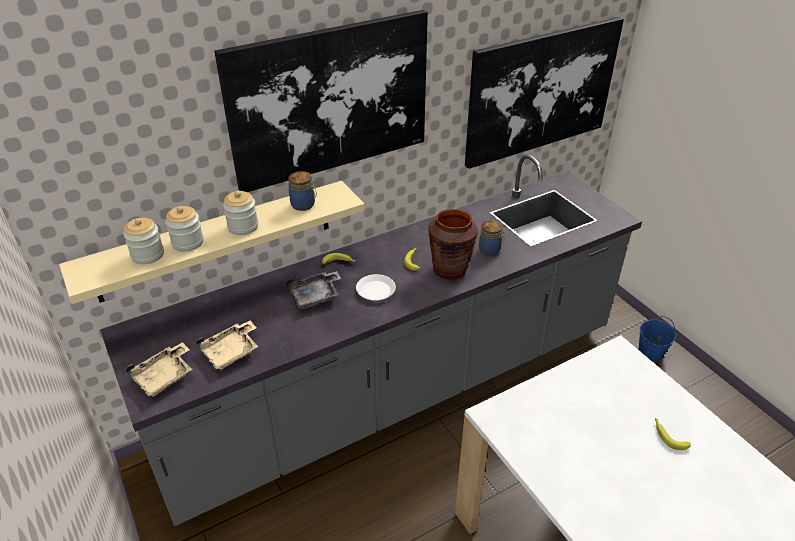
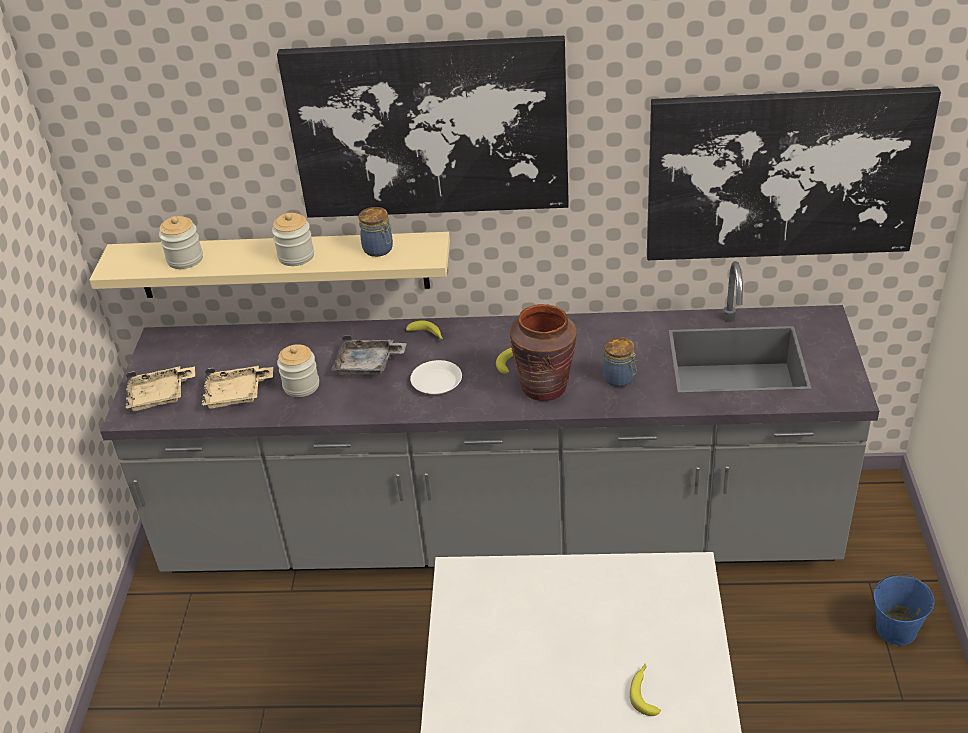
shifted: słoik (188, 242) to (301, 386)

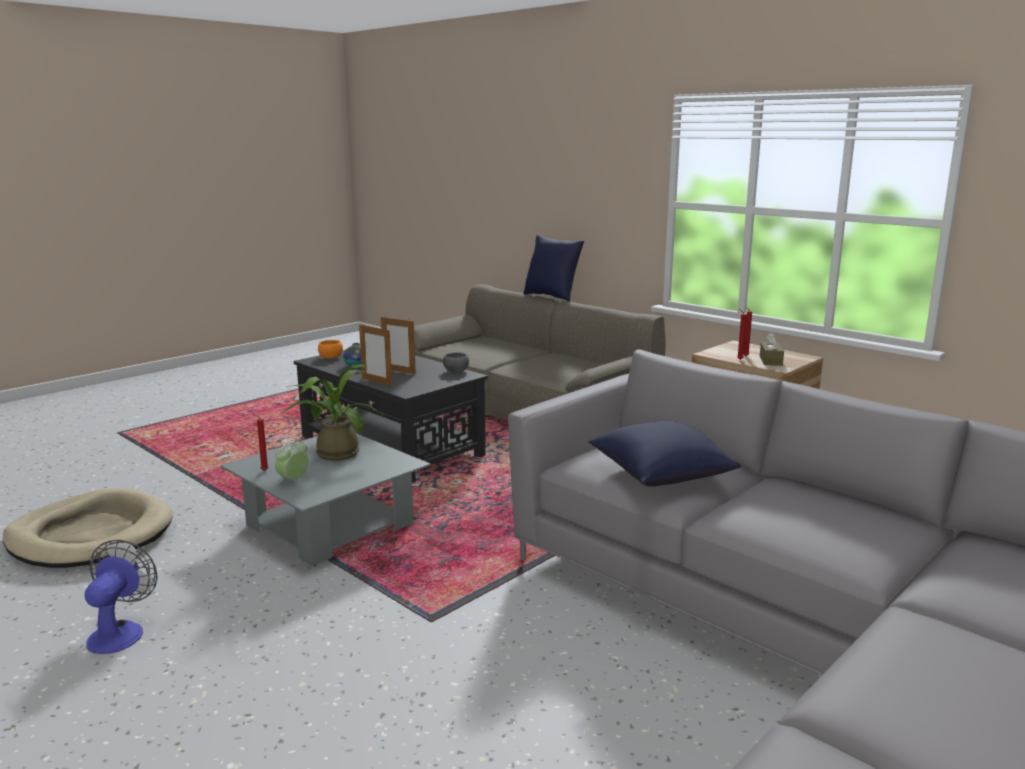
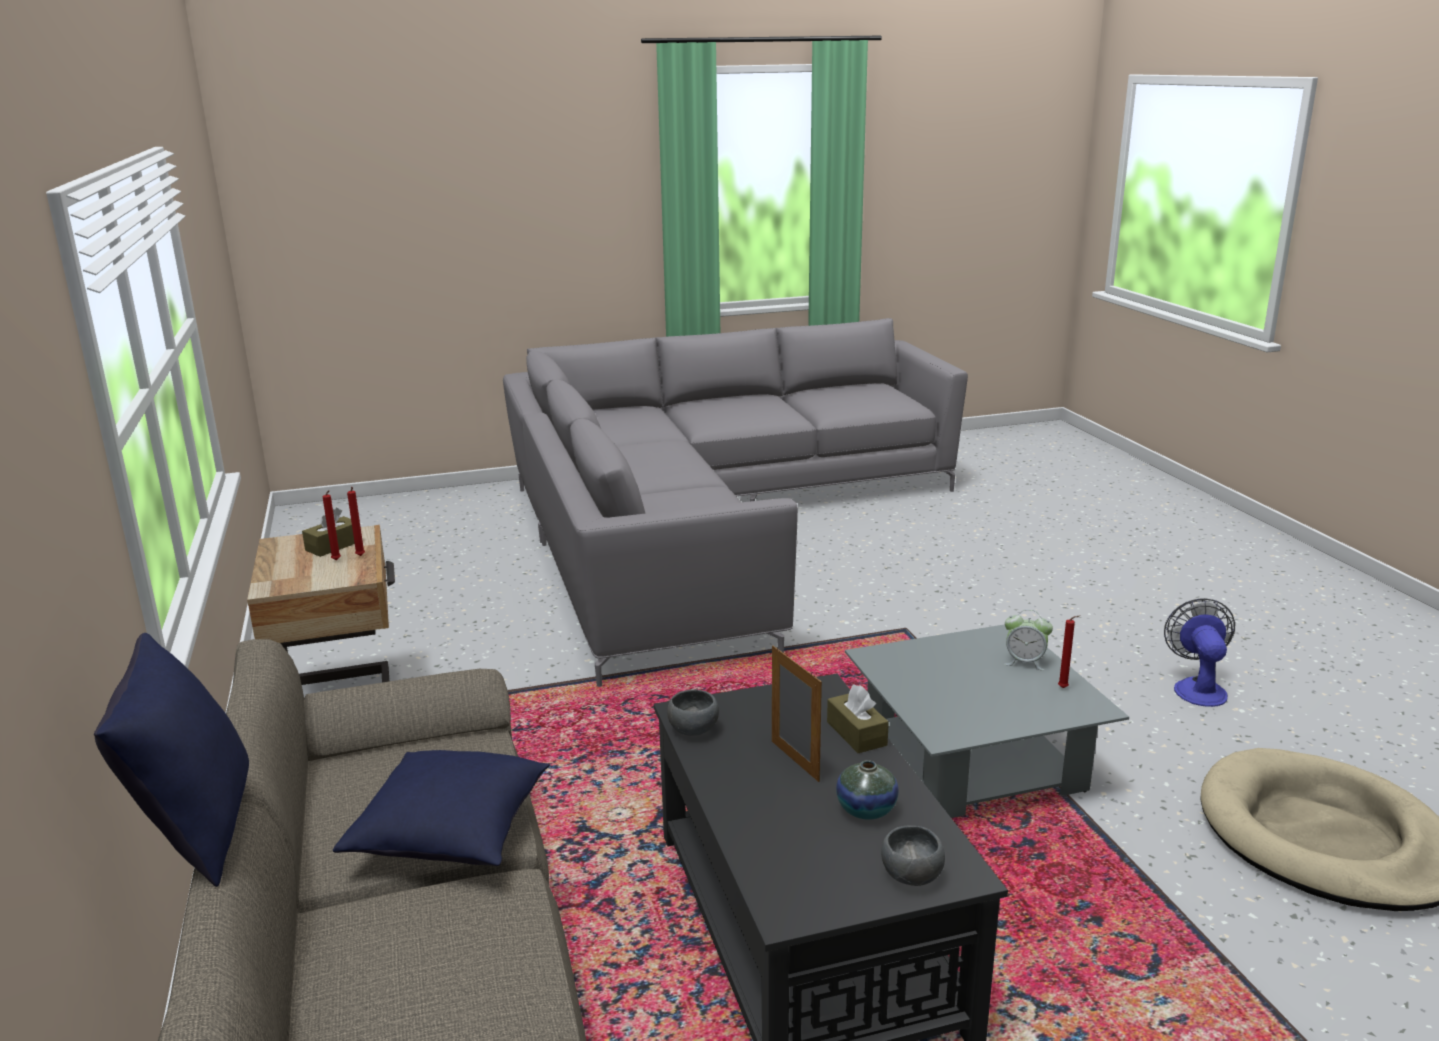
gone: roślina doniczkowa (334, 452)
shifted: poduszka/niebieski (660, 475) to (452, 835)
swapped: ramka na zdjęcie (376, 382) to pudełko chusteczek/brązowy (856, 733)
repainted: miska/pomarańczowy (331, 357) to miska/szary (909, 875)
rotated: budzik (293, 480) = (1025, 662) 45 degrees clockwise; wentylator (120, 632) = (1197, 688) 150 degrees clockwise

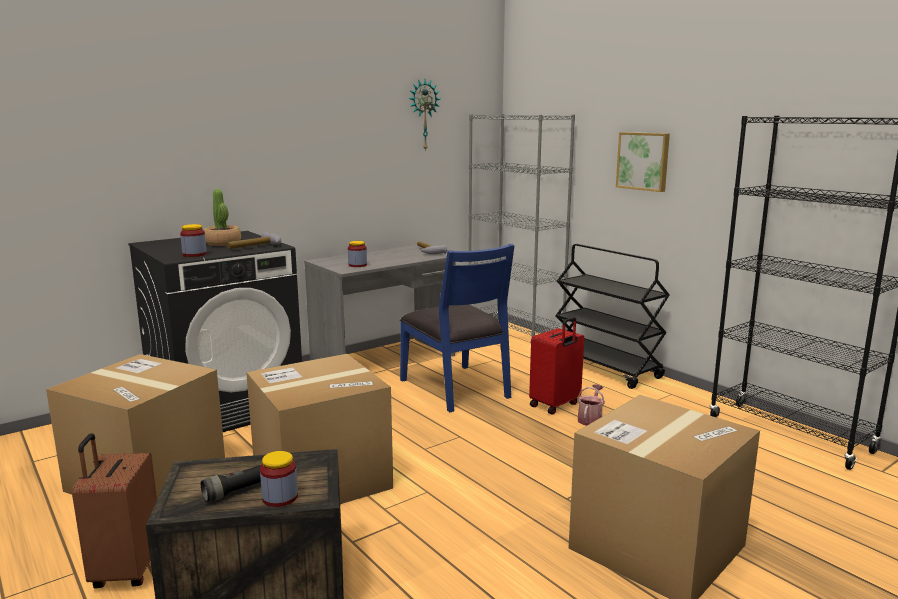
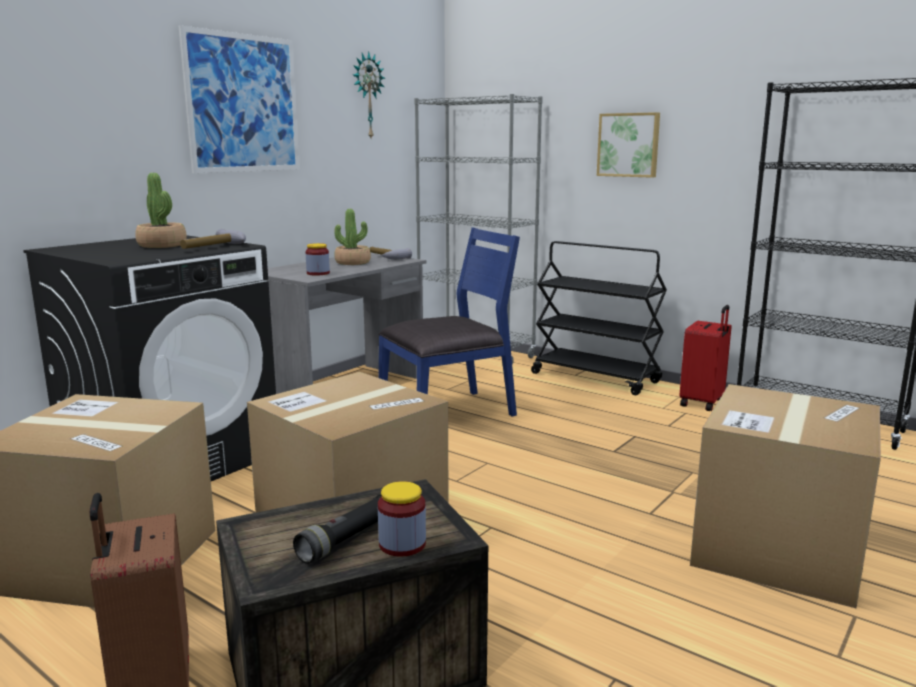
gone: słoik (194, 254); konewka (590, 419)
new: obraz (243, 103); roślina doniczkowa (353, 262)
shifted: walizka/czerwony (555, 405) to (703, 402)
rotated: krzesło/niebieski (456, 388) = (448, 412) 75 degrees counterclockwise

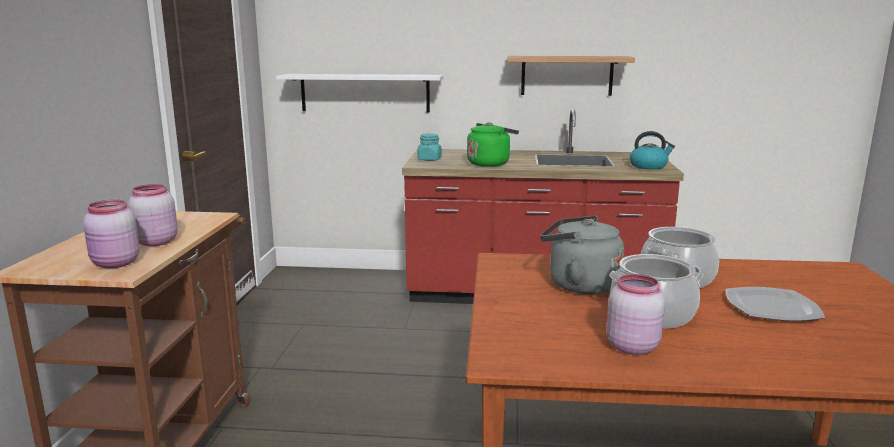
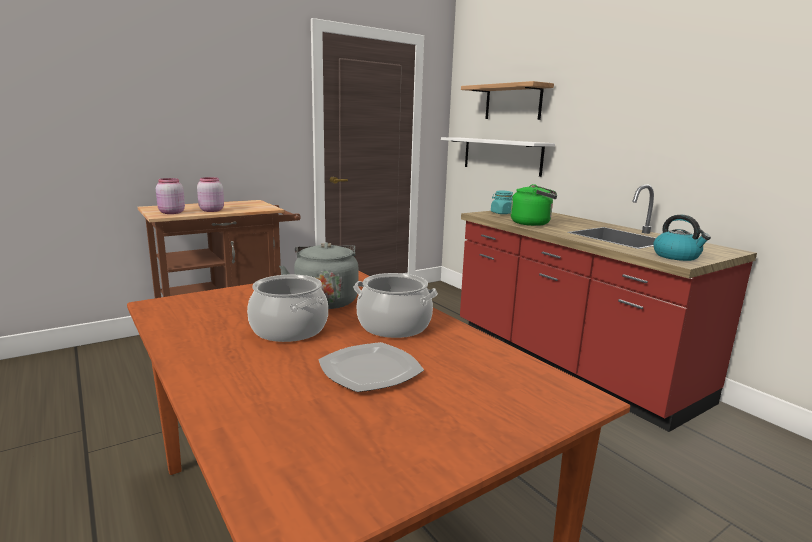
gone: słoik/różowy (631, 346)
shifted: półka (566, 75) to (513, 102)

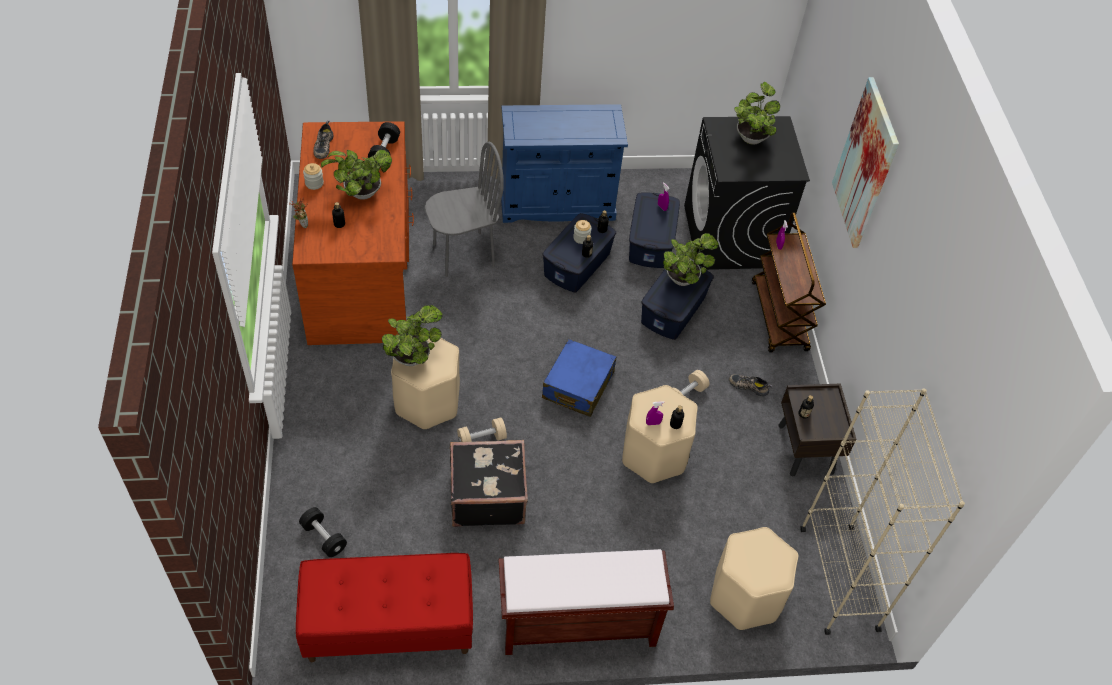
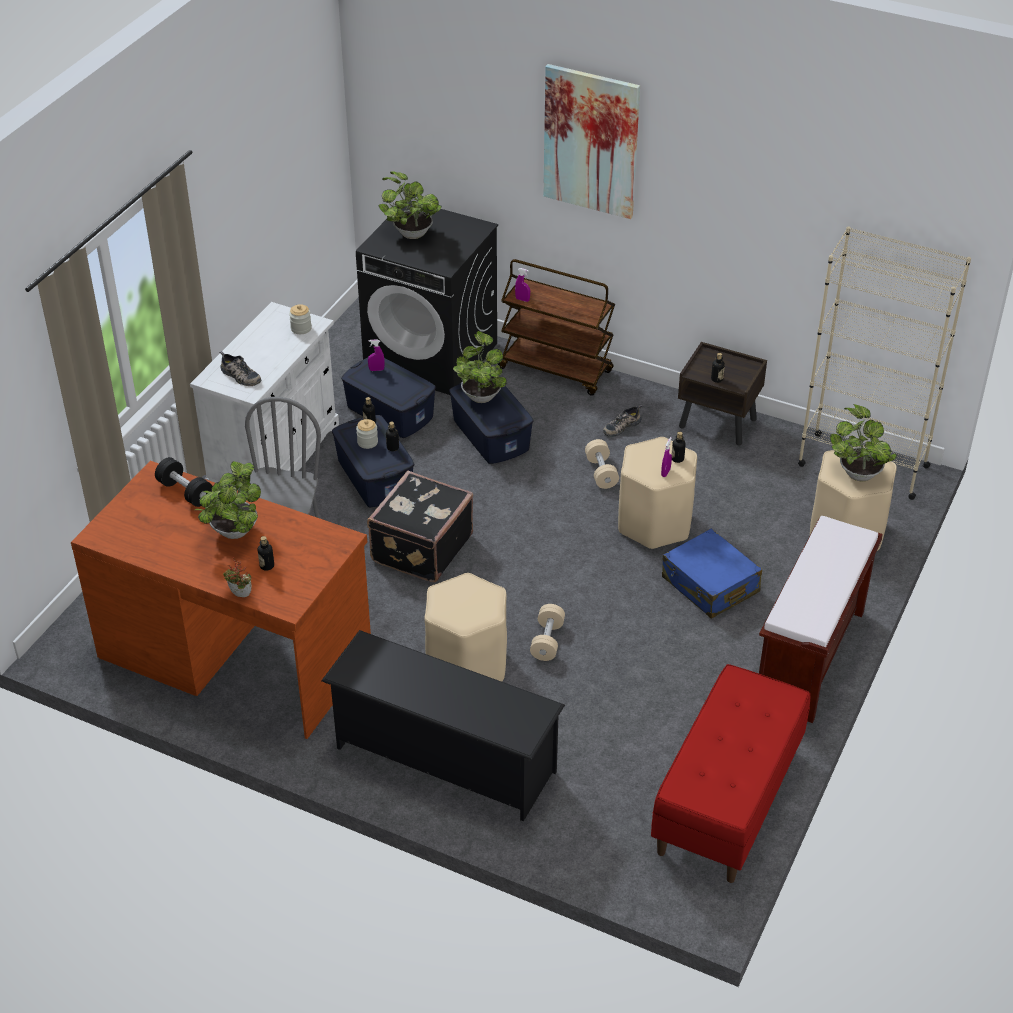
gone: hantel/czarny (324, 537)
new: regał na buty/czarny (444, 759)
shifted: but (323, 145) to (239, 376); słoik (314, 183) to (301, 328); roślina doniczkowa (413, 356) to (858, 472); walizka/niebieski (578, 385) to (710, 585); walizka/czarny (486, 495) to (420, 548)
repainted: szafka/niebieski (557, 202) to szafka/biały (274, 456)

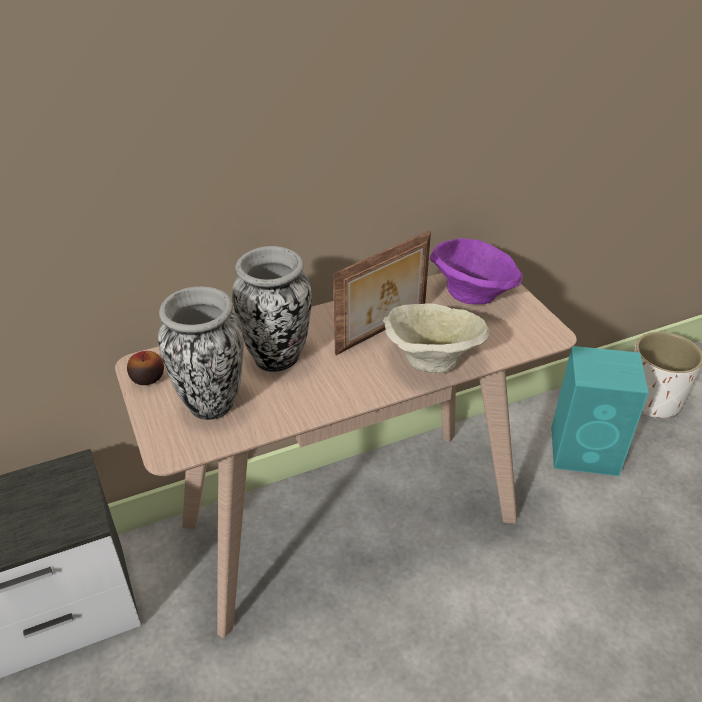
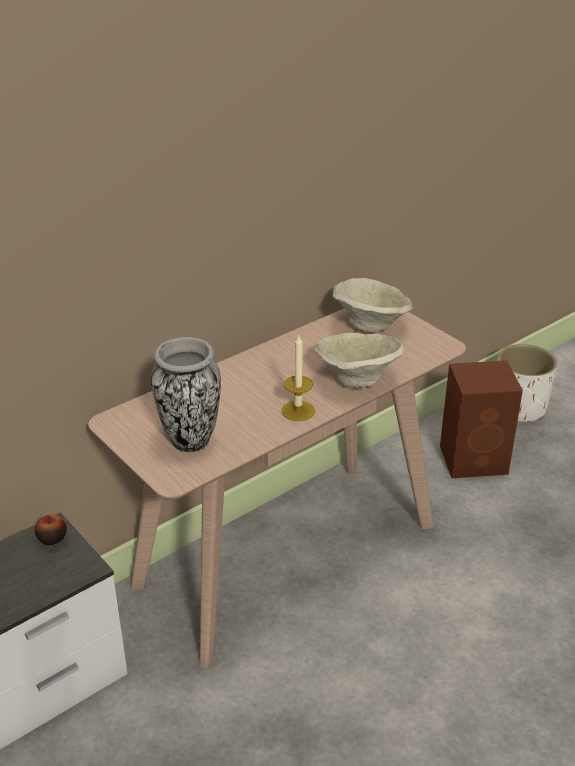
gone: ramka na zdjęcie (382, 332); wazon (277, 359)
new: świeca (298, 411)
shifted: jabłko (147, 378) to (52, 538)
repainted: miska/fioletowy (473, 295) to miska/beżowy (371, 325); głośnik/turkusowy (586, 451) to głośnik/brązowy (475, 459)

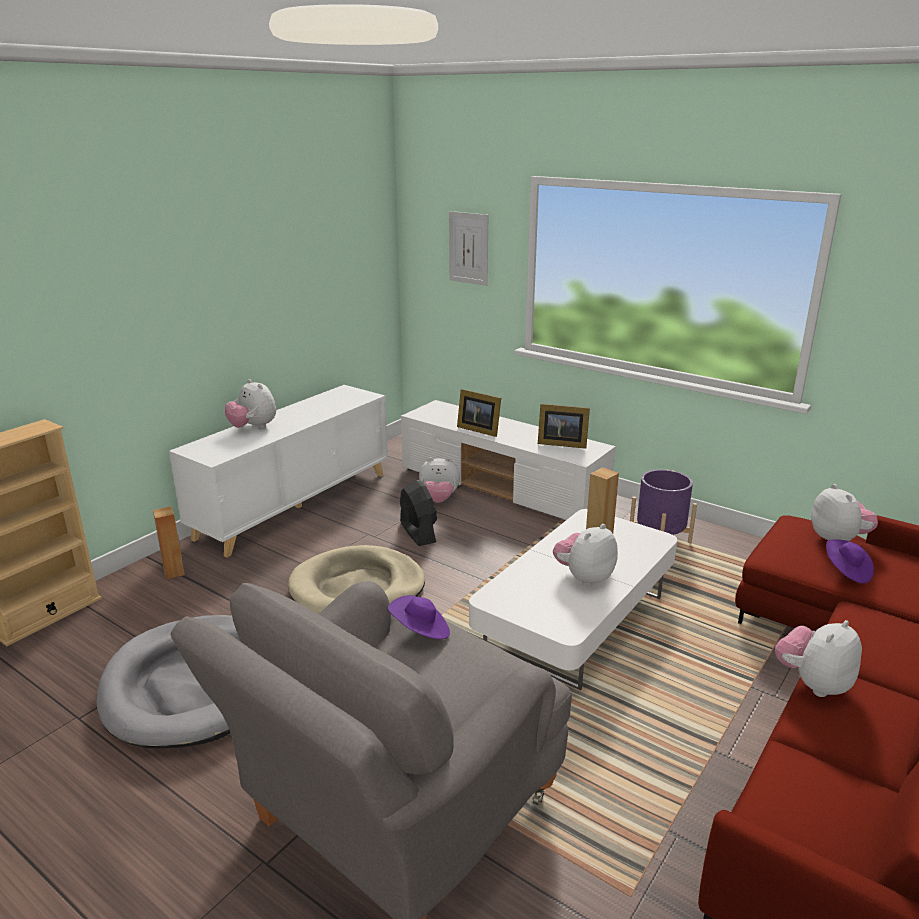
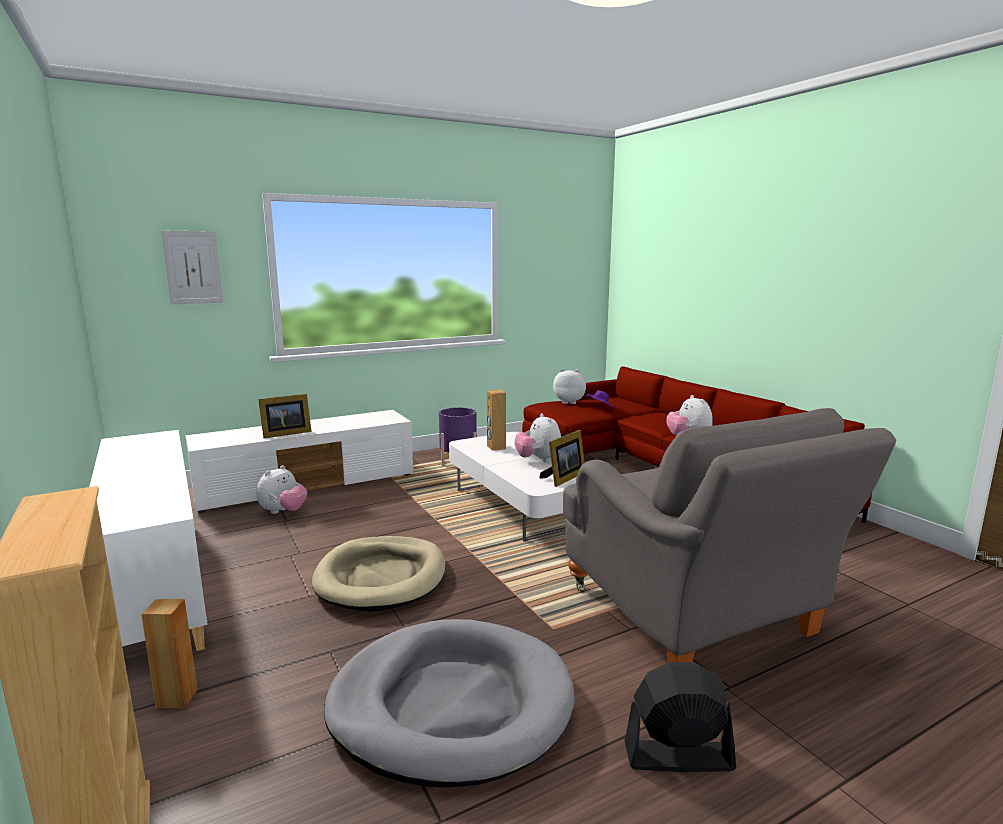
gone: pluszak (253, 428); kapelusz/fioletowy (420, 631)
shifted: ramka na zdjęcie (560, 443) to (563, 478); wentylator/czarny (417, 532) to (678, 756)

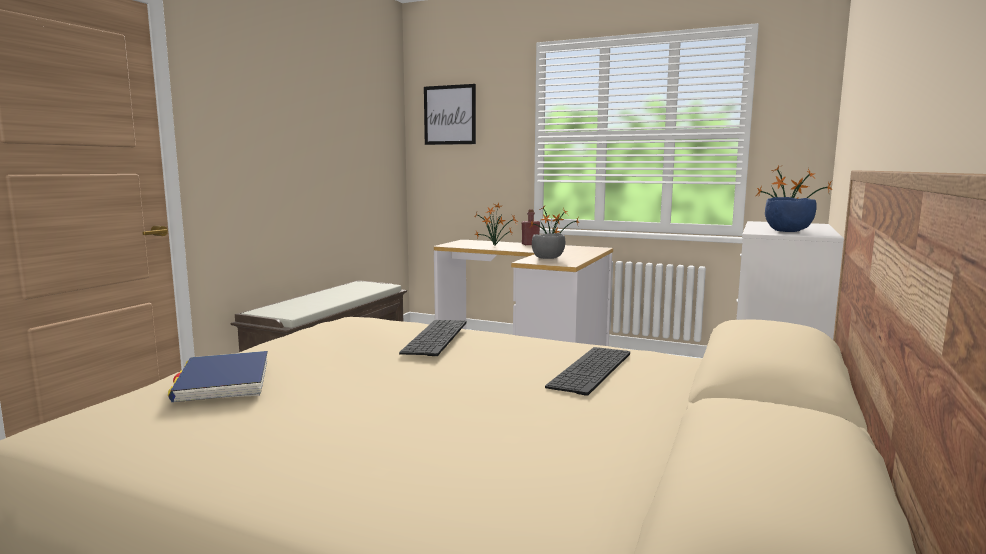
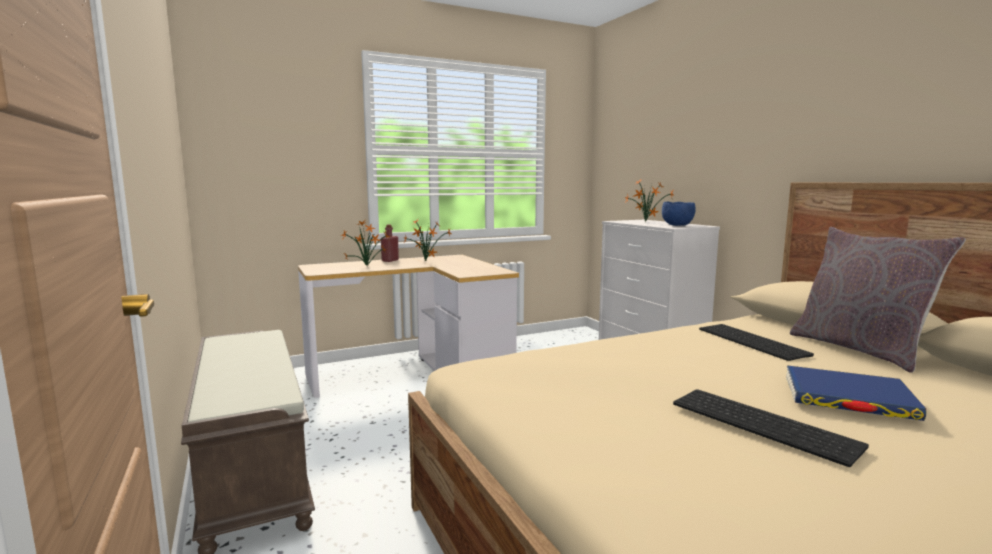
gone: obraz (449, 115); miska/szary (548, 258)
new: poduszka/szary (859, 349)
shifted: klawiatura (437, 337) to (765, 424); książka/niebieski (223, 381) to (847, 398)

